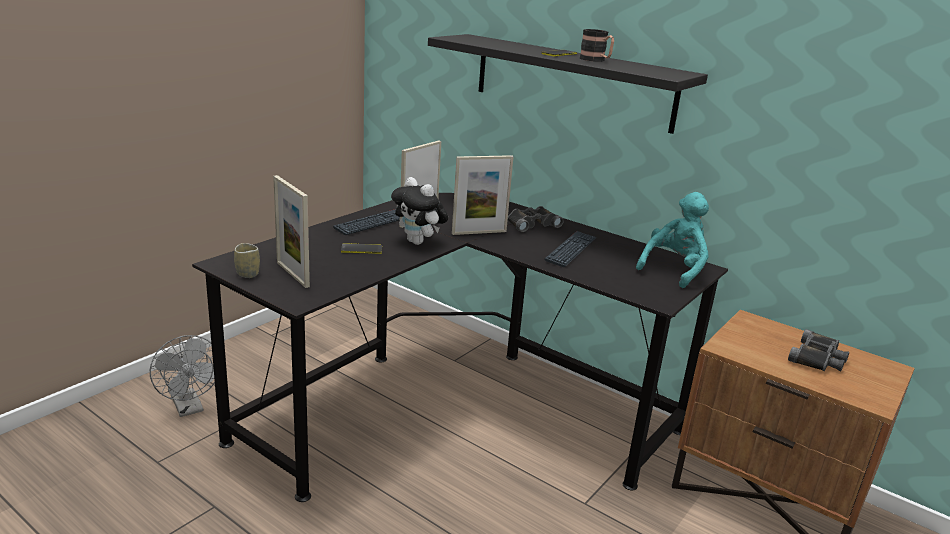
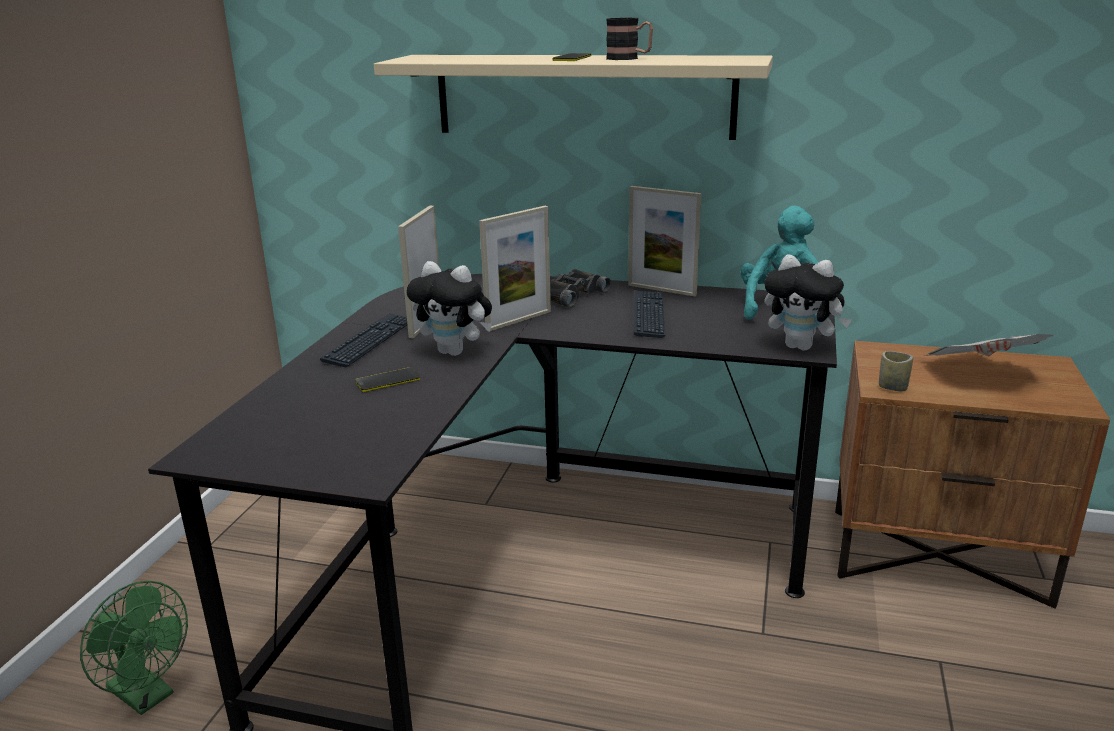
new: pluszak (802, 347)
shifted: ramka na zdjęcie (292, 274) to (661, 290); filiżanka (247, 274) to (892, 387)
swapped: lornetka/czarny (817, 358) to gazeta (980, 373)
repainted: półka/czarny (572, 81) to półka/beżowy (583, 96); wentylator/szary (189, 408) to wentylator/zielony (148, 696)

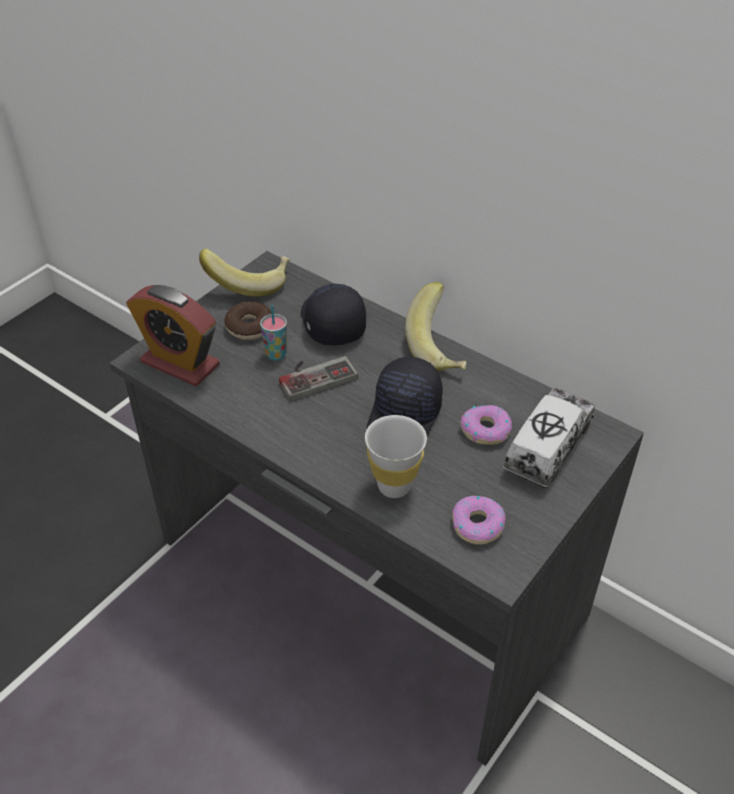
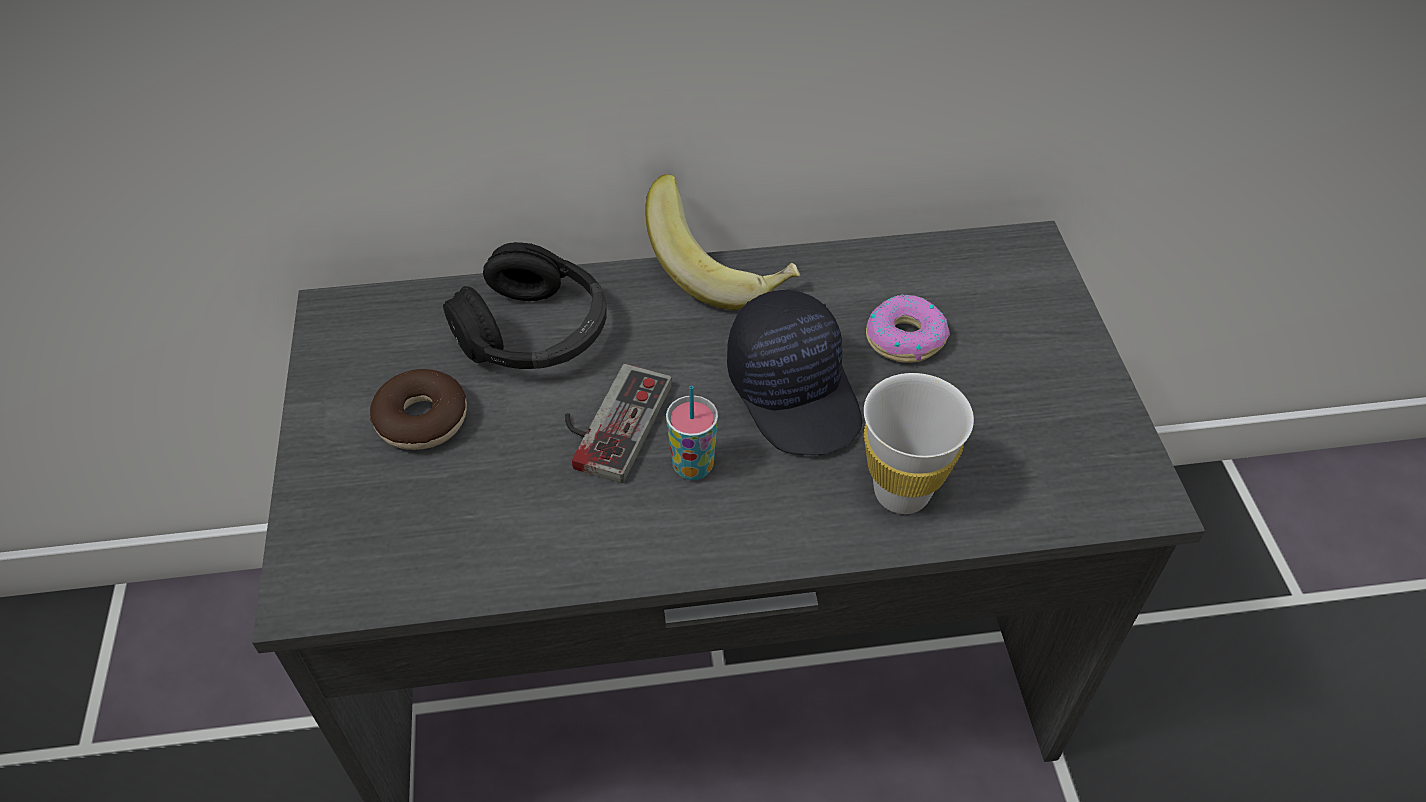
gone: banan (249, 283); budzik (180, 363); ciężarówka zabawkowa (548, 447); donut (477, 525)
shifted: filiżanka (276, 354) to (693, 466)
swapped: czapka z daszkiem/czarny (331, 322) to słuchawki/czarny (534, 332)

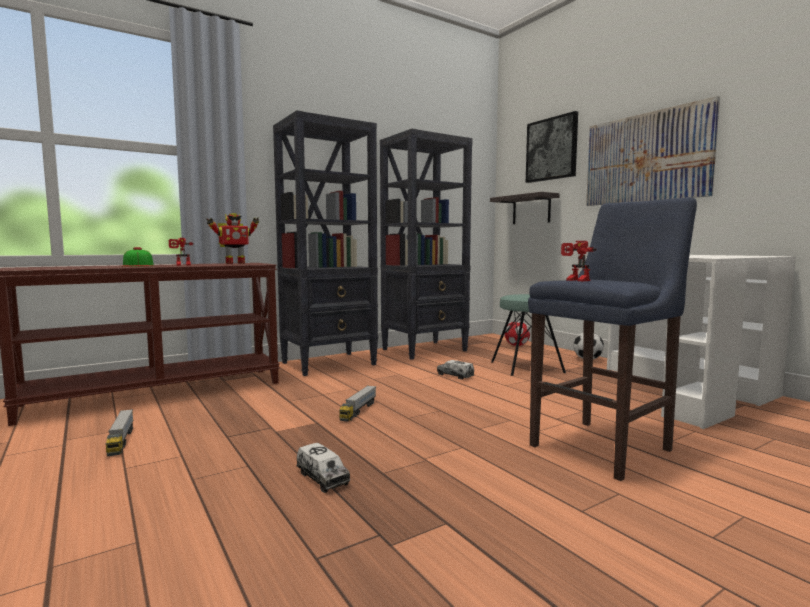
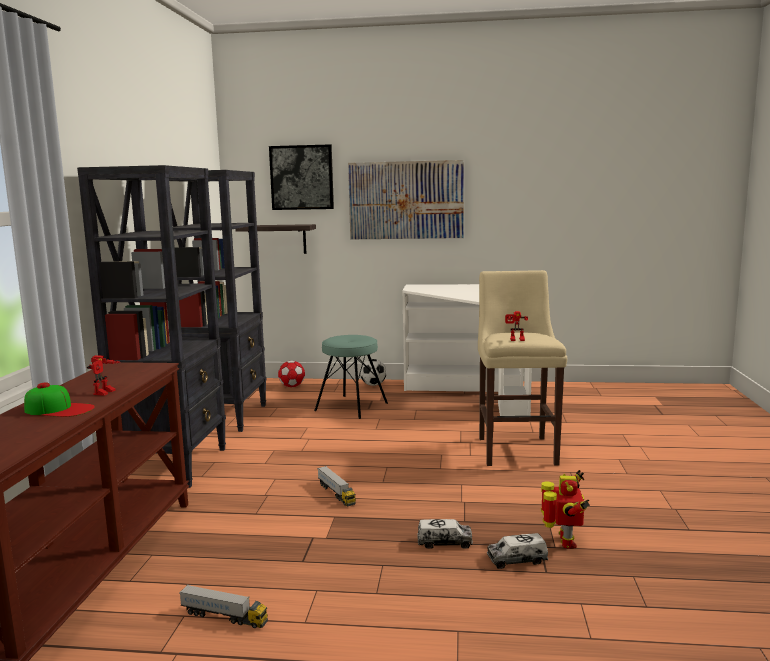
shifted: robot zabawkowy (234, 263) to (565, 542); ciężarówka zabawkowa (455, 375) to (517, 560)
repainted: stołek/niebieski (605, 446) to stołek/beżowy (516, 449)

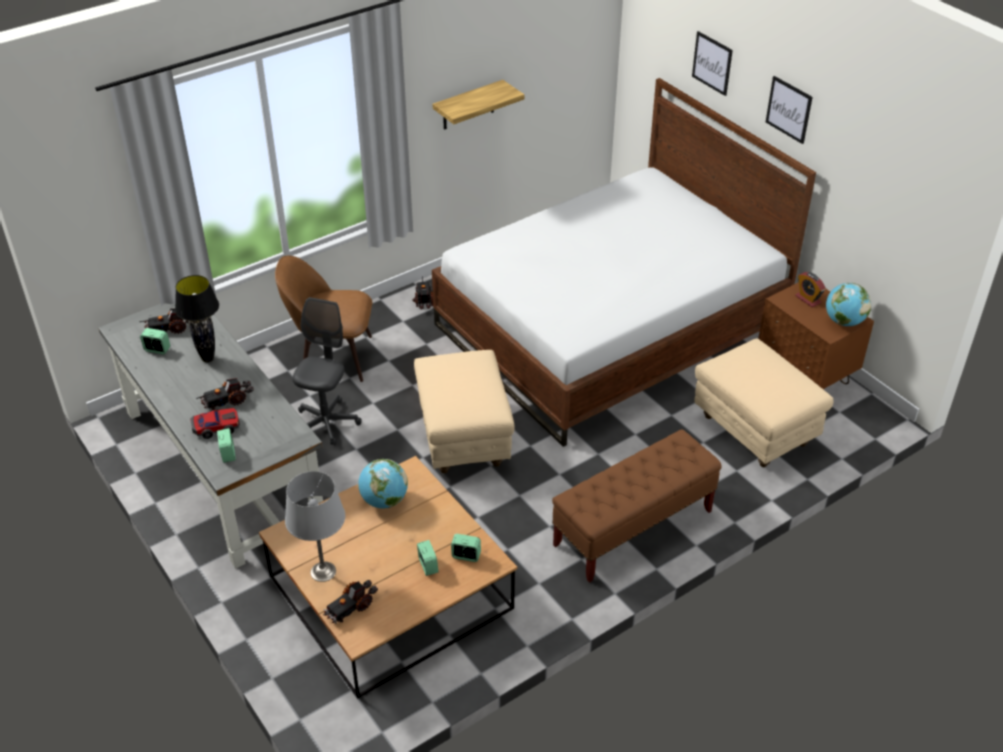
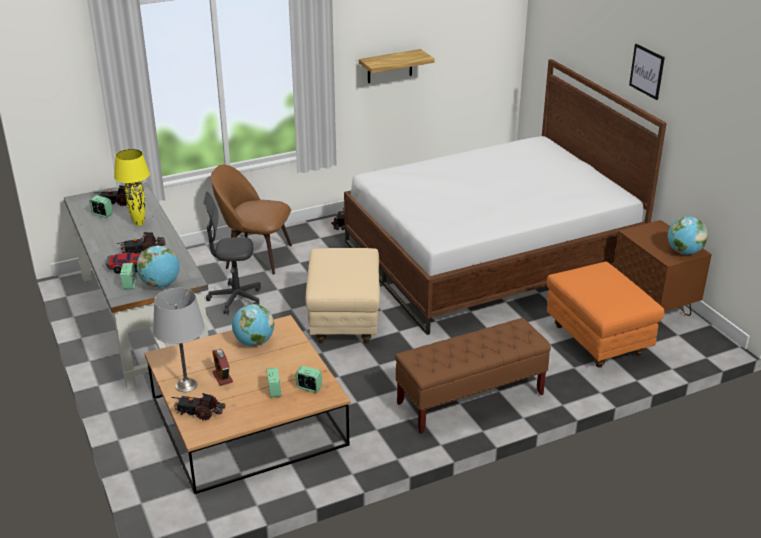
gone: obraz (712, 63)
new: globus (161, 284)
shifted: budzik (808, 299) to (222, 377)
repainted: lampa stołowa/czarny (208, 359) to lampa stołowa/żółty (139, 223); pufa/beżowy (755, 431) to pufa/pomarańczowy (598, 341)
rotated: krzesło biurowe/szary (326, 423) = (235, 299) 120 degrees counterclockwise; ciężarówka zabawkowa (350, 607) = (199, 412) 45 degrees clockwise

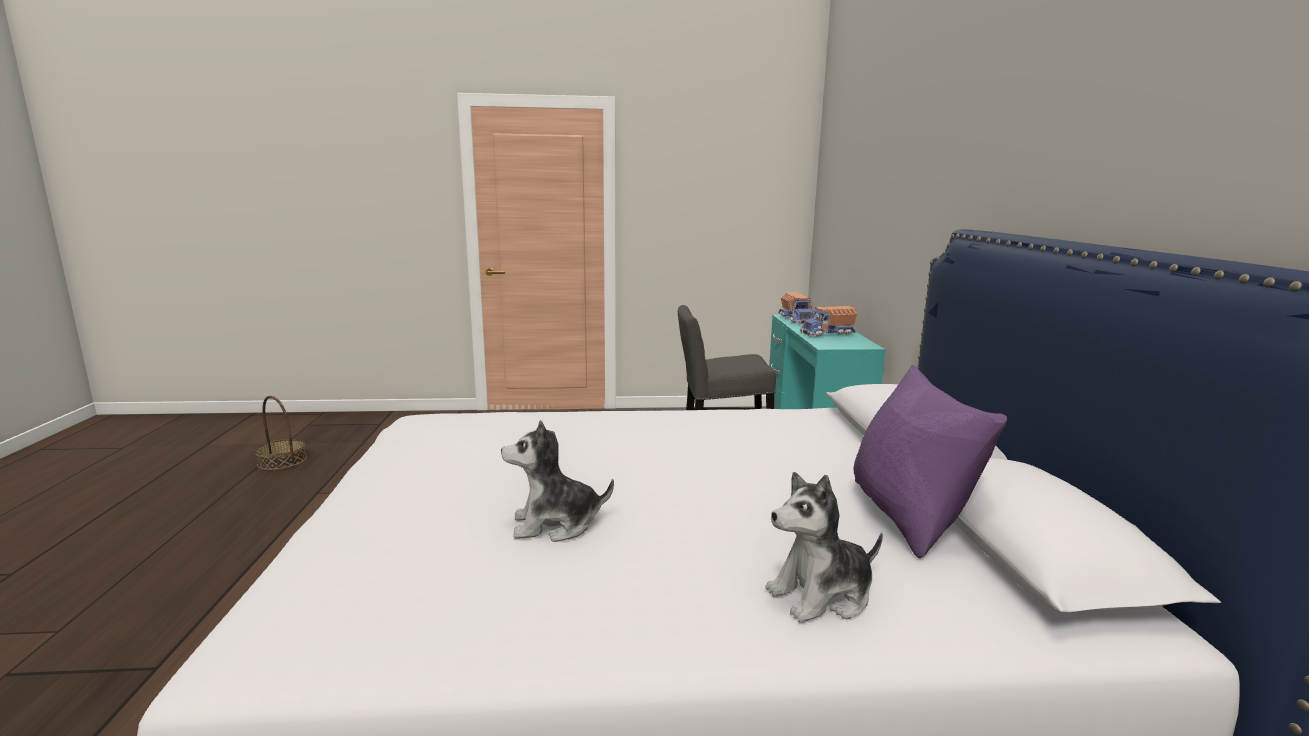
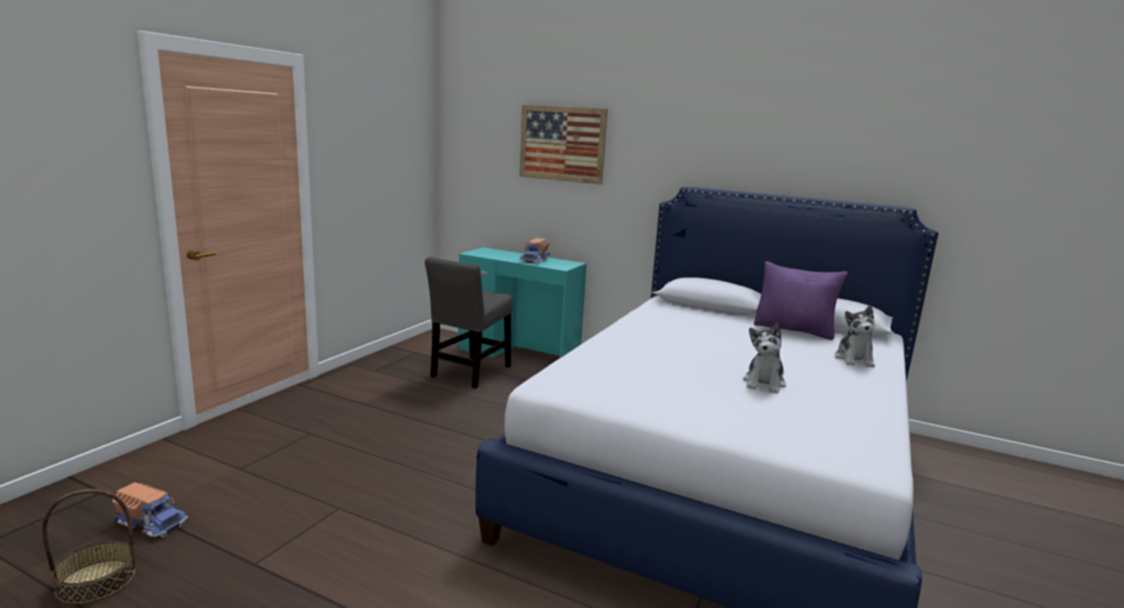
new: obraz (562, 144)
shifted: ciężarówka zabawkowa (798, 319) to (151, 522)

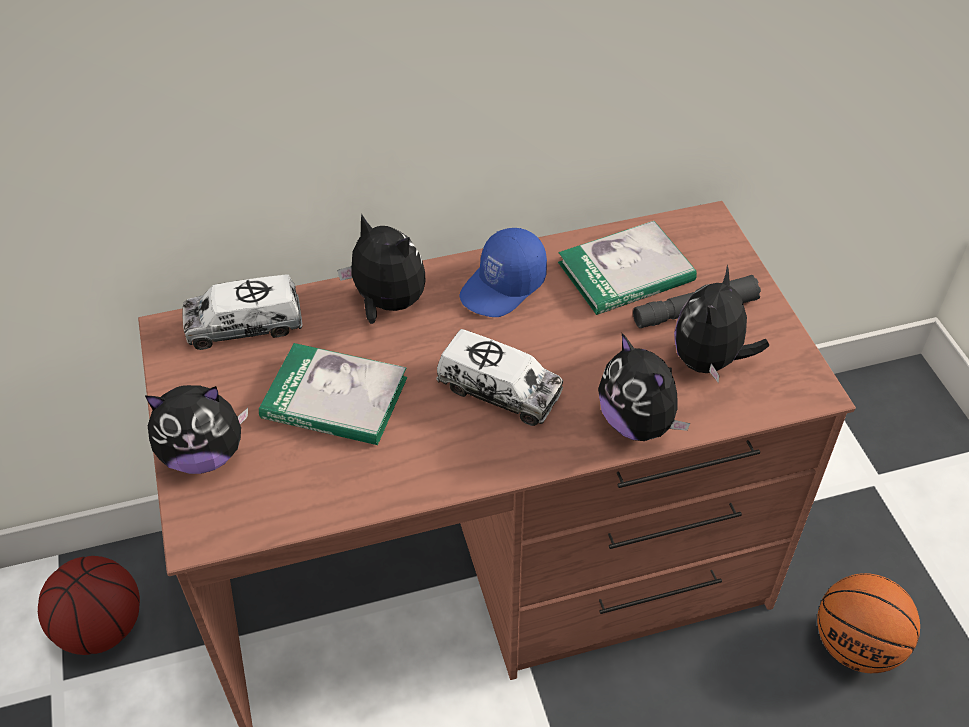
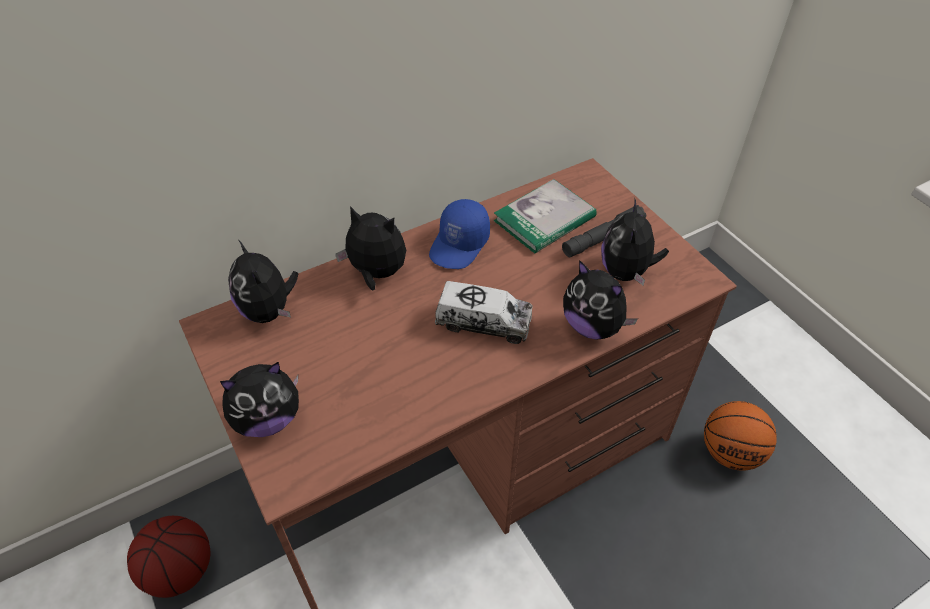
gone: książka (335, 398)
swapped: ciężarówka zabawkowa (244, 325) to pluszak (269, 310)

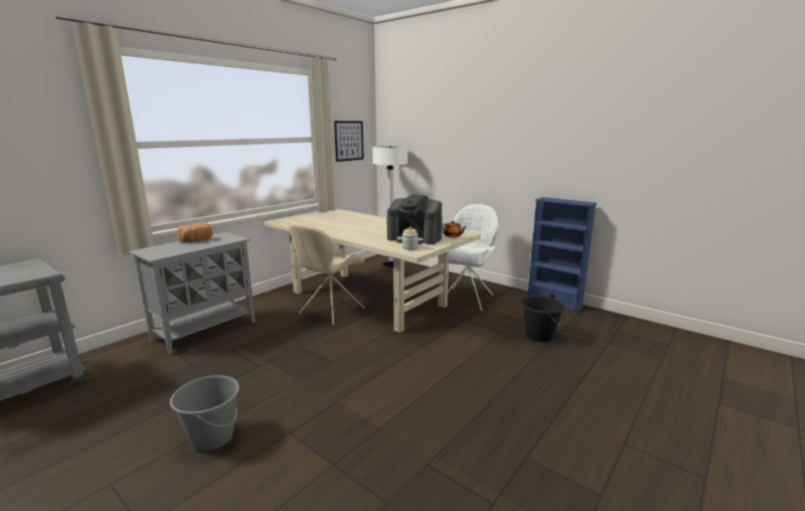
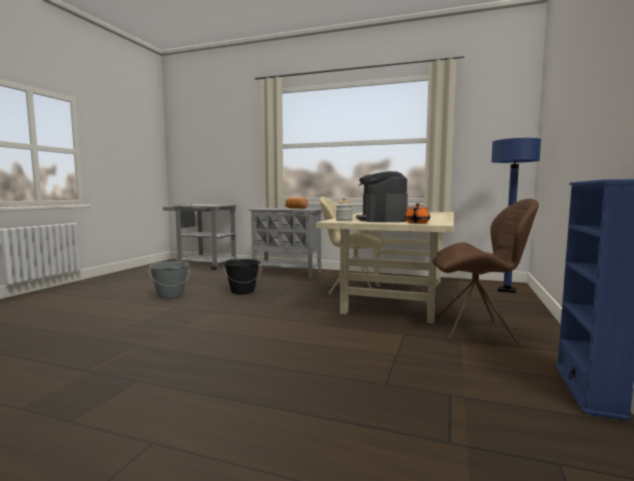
gone: obraz (349, 141)
shifted: wiadro/czarny (538, 335) to (242, 291)
repainted: lampa stojąca/biały (391, 264) to lampa stojąca/niebieski (507, 290); krzesło/biały (467, 298) to krzesło/brązowy (476, 330)

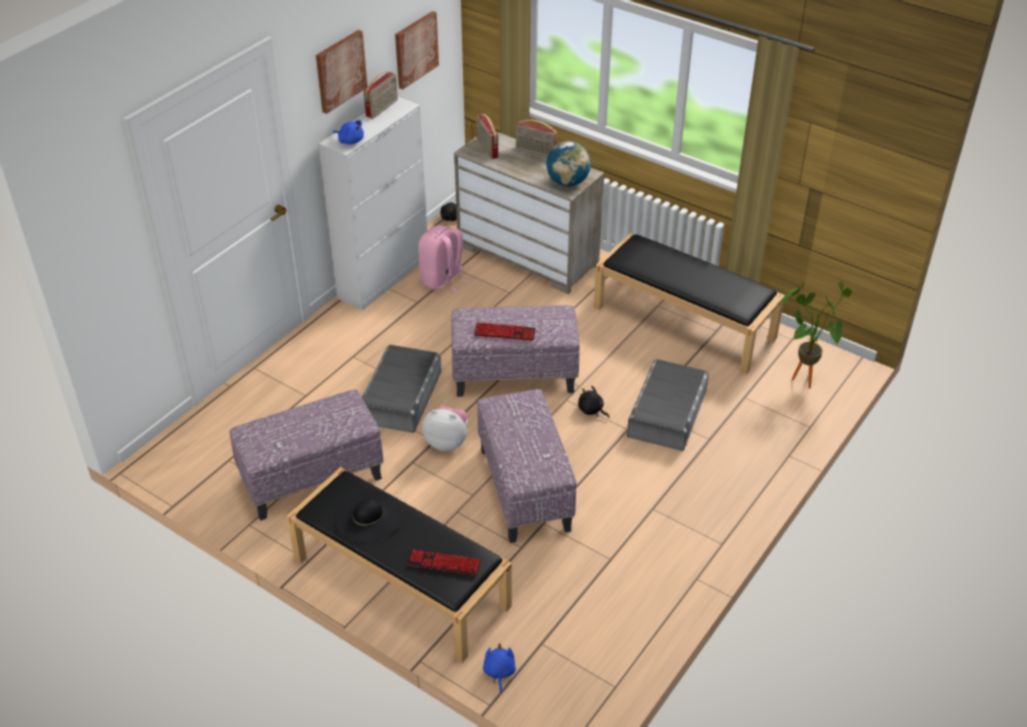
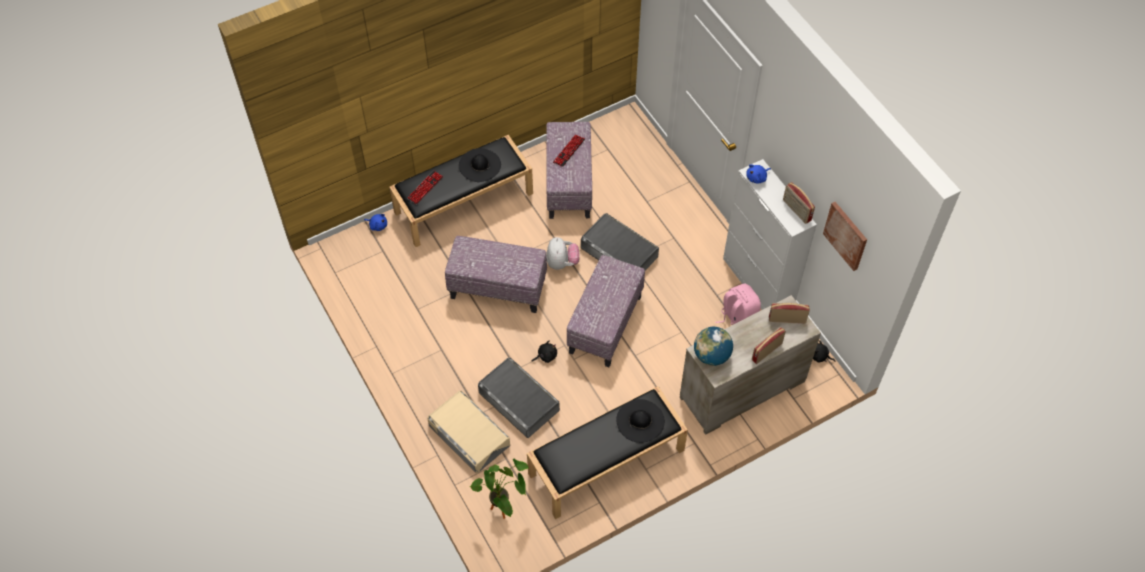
gone: obraz (340, 71)
new: pojemnik do przechowywania/beżowy (469, 435); kapelusz/czarny (640, 421)
shifted: klawiatura (504, 332) to (569, 151)
rotated: pluszak (447, 441) = (562, 263) 45 degrees counterclockwise

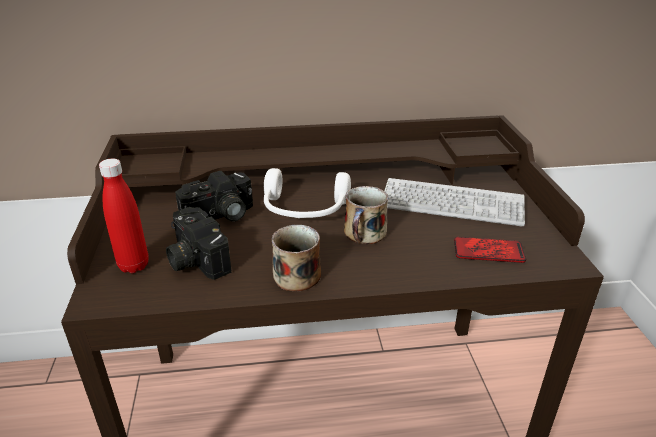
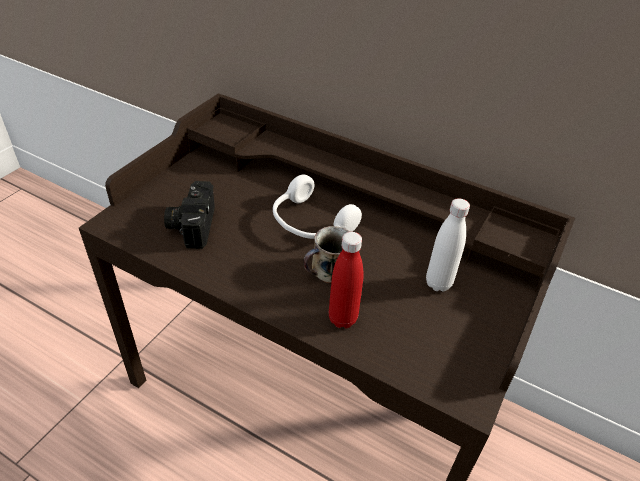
gone: aparat fotograficzny (220, 216); kubek (296, 273); telefon (488, 251)
shifted: butelka/czerwony (134, 265) to (342, 319)
swapped: klawiatura (451, 204) to butelka/biały (438, 283)

